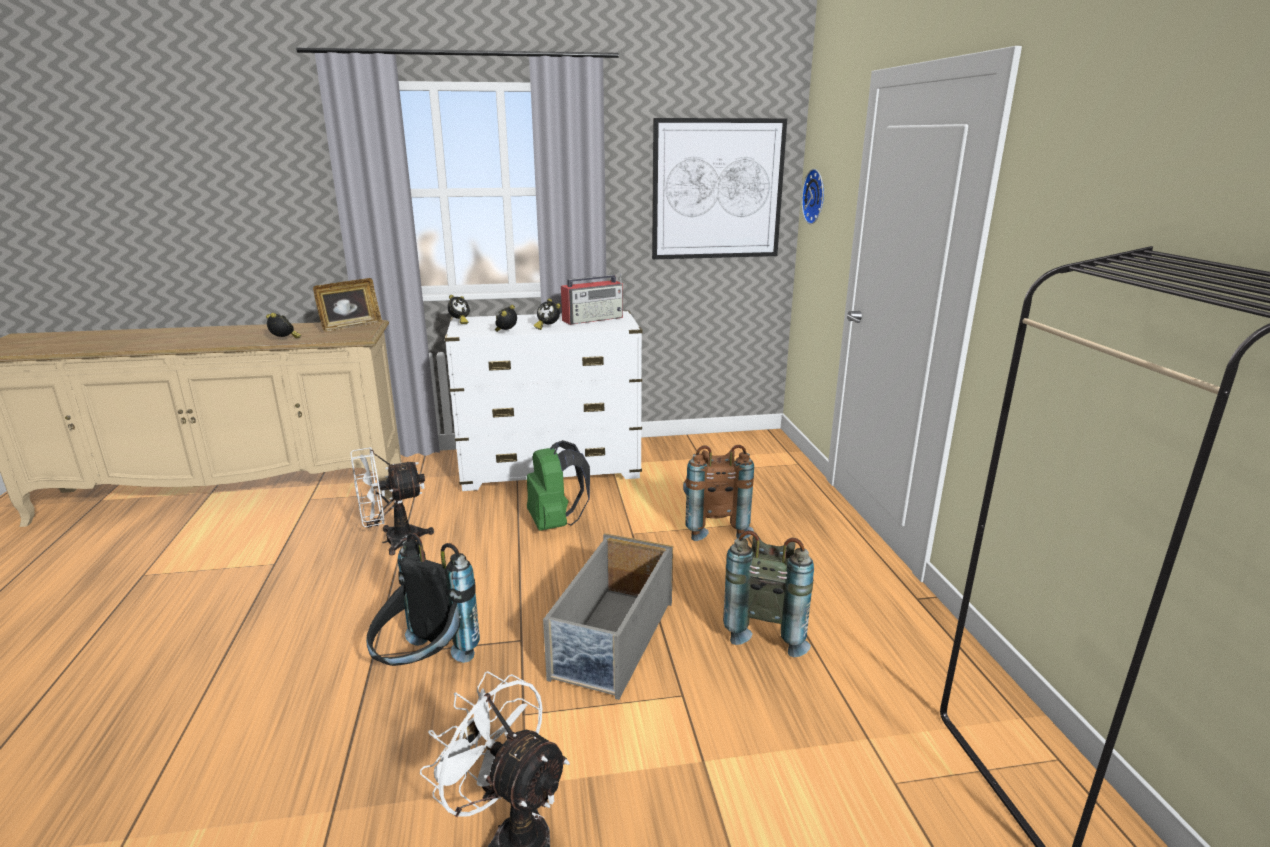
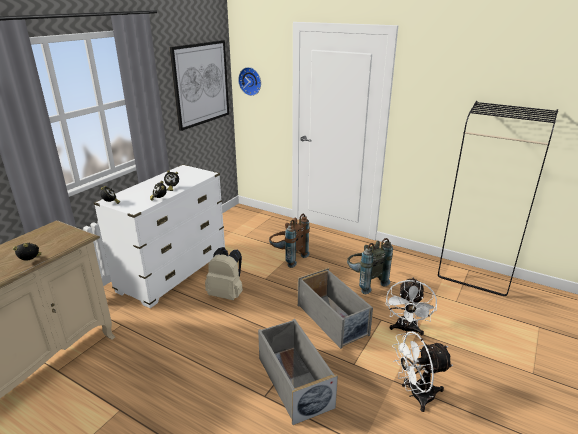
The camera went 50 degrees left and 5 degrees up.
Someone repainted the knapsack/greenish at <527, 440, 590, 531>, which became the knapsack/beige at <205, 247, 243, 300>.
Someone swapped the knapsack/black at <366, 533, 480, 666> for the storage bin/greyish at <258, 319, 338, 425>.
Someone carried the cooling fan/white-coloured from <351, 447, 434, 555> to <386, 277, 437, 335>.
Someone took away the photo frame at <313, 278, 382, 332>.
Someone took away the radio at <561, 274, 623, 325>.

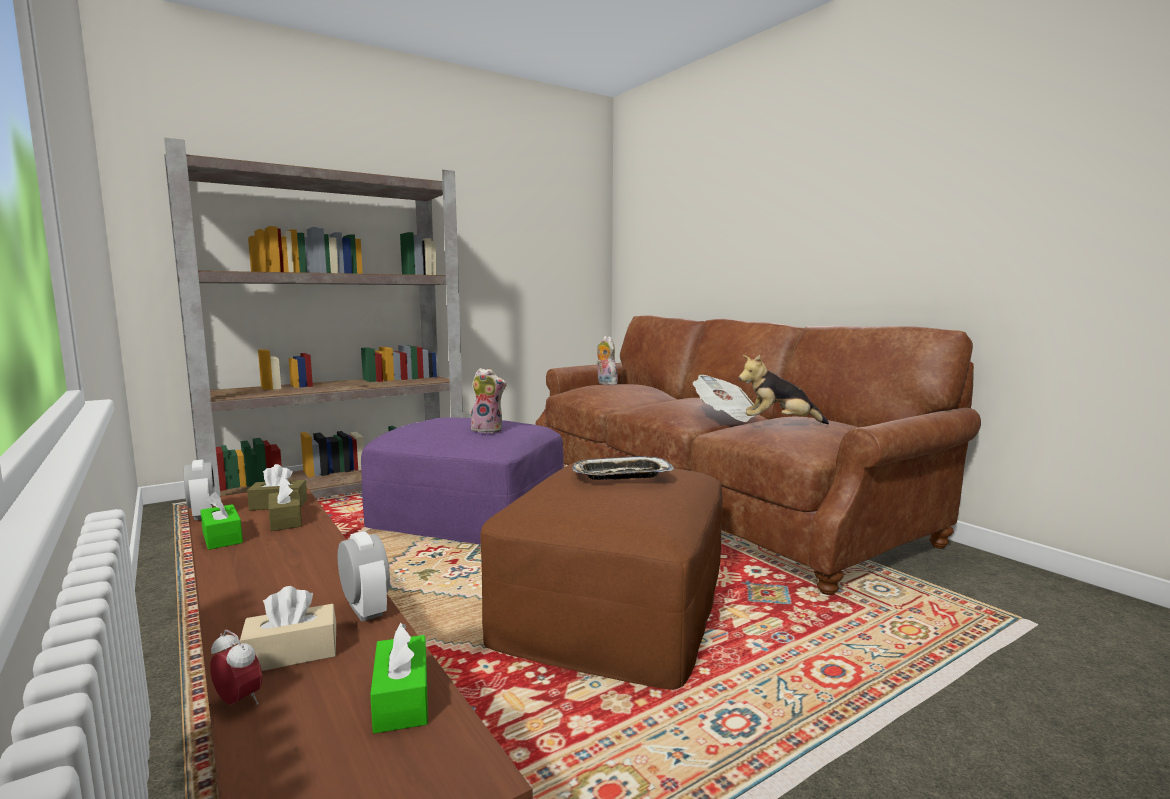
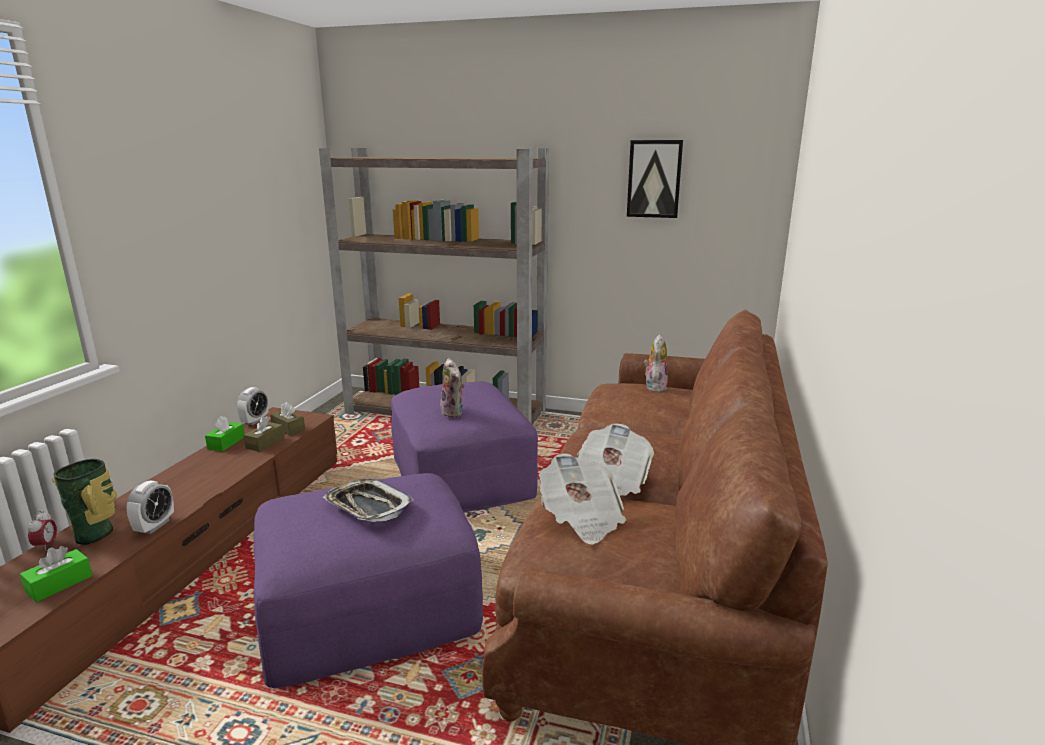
The camera went 50 degrees right and 10 degrees up.
Someone swapped the tissue box/beige at <240, 586, 336, 671> for the vase at <52, 459, 117, 545>.
Someone repainted the footrest/brownish at <480, 461, 723, 690>, which became the footrest/purplish at <253, 473, 483, 688>.
Someone swapped the plush toy at <739, 355, 829, 424> for the printed paper at <539, 453, 626, 545>.
Someone put up the picture at <627, 140, 683, 218>.

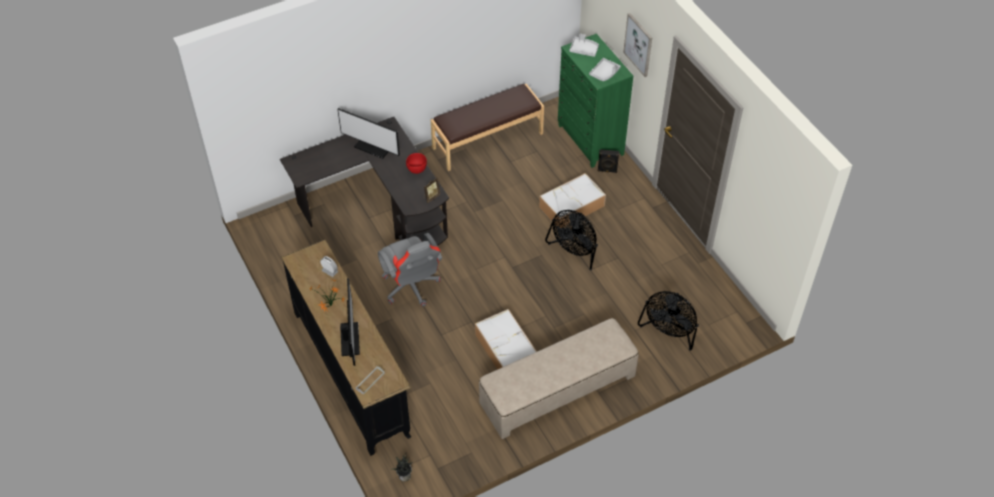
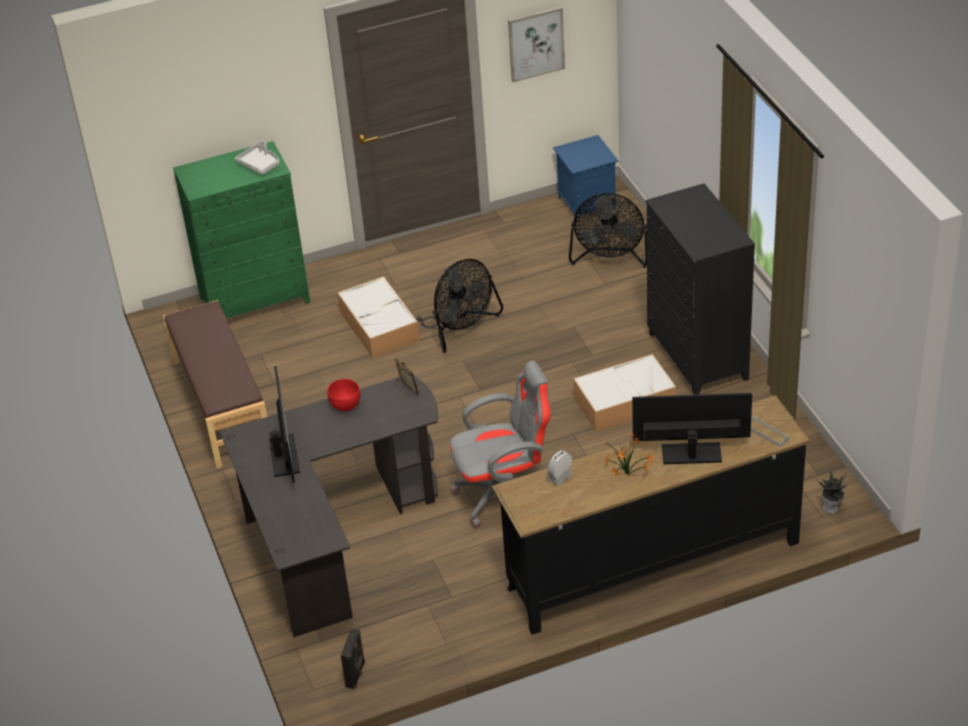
The camera went 80 degrees left and 10 degrees down.
Someone rotated the monitor at <337, 108, 400, 159> by 45 degrees counterclockwise.
Someone carried the loudspeaker/black from <598, 149, 619, 173> to <341, 629, 365, 689>.
Someone carried the picture from <623, 13, 652, 77> to <508, 6, 565, 82>.
Someone put down the nightstand/blue-coloured at <553, 135, 618, 219>.
Someone rotated the cooling fan/black at <638, 291, 699, 351> by 60 degrees clockwise.
Someone swapped the indoor bench/beige at <479, 318, 639, 439> for the chest of drawers/black at <646, 183, 755, 395>.
Someone took away the serving tray/greyish at <569, 34, 599, 57>.

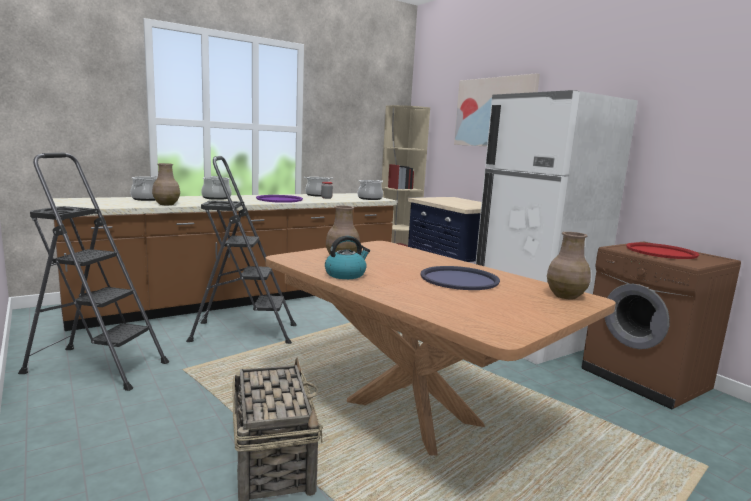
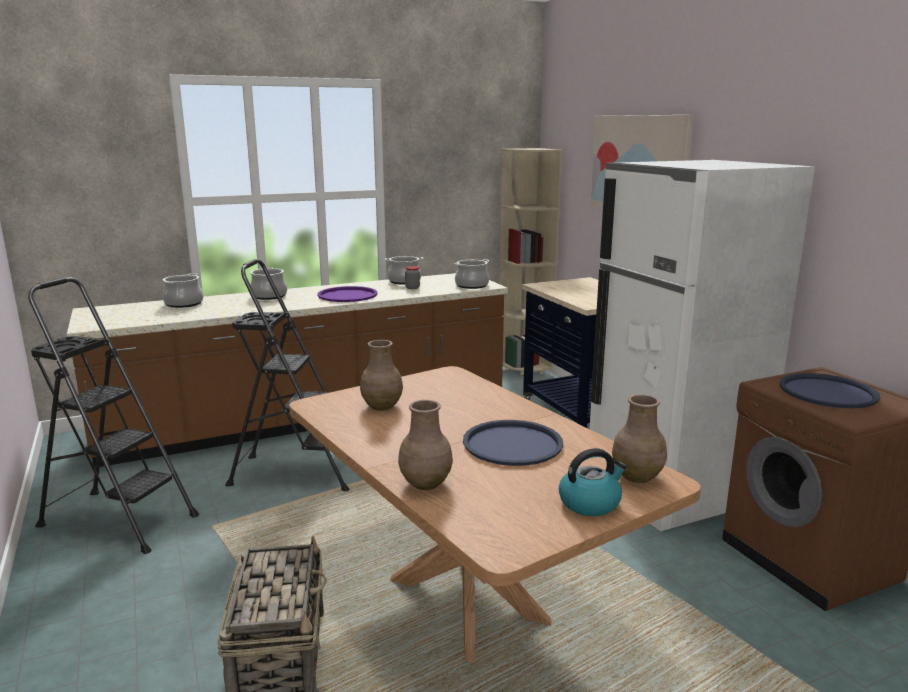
The camera went 10 degrees right and 5 degrees up.
Someone carried the vase/brownish from <152, 163, 180, 205> to <398, 400, 453, 490>.
Someone carried the kettle from <325, 236, 370, 279> to <559, 448, 627, 516>.
Someone repainted the serving tray/red at <626, 242, 699, 259>, which became the serving tray/blue-coloured at <780, 373, 880, 408>.

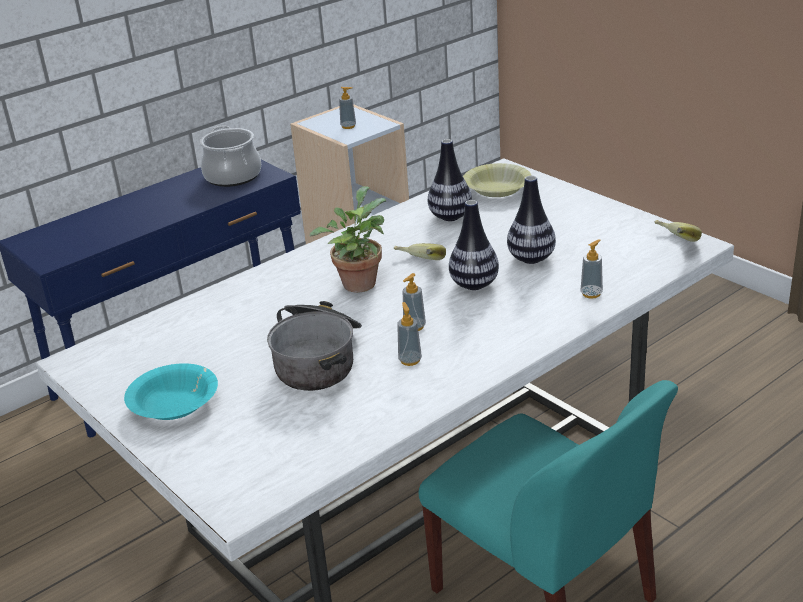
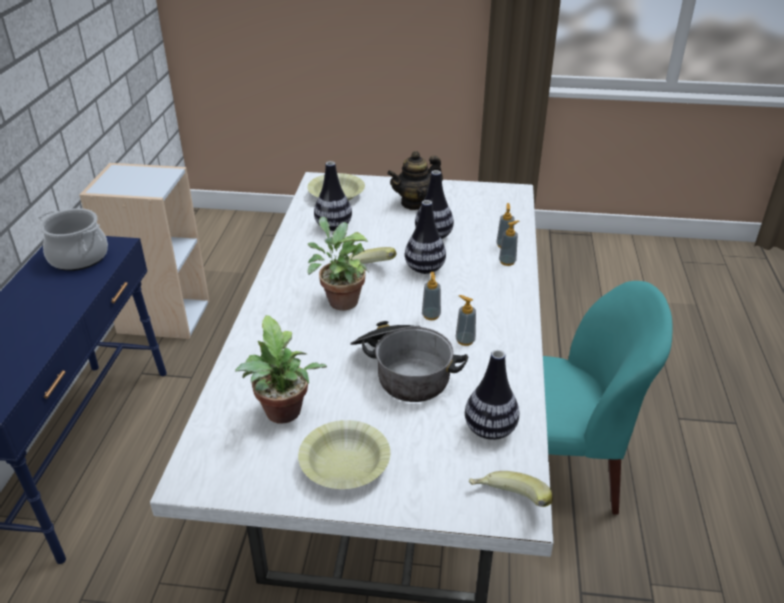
The camera went 45 degrees left and 5 degrees up.
Someone put down the houseplant at <235, 315, 327, 424>.
Someone repainted the bowl/turquoise-coloured at <124, 363, 218, 420>, which became the bowl/yellow-coloured at <298, 420, 390, 489>.
Someone put down the pot for tea at <387, 151, 443, 210>.
Someone put down the vase at <465, 350, 519, 440>.
Someone carried the banana from <654, 220, 702, 242> to <469, 471, 553, 507>.
Someone carried the liquid soap bottle from <339, 87, 356, 129> to <499, 220, 519, 266>.

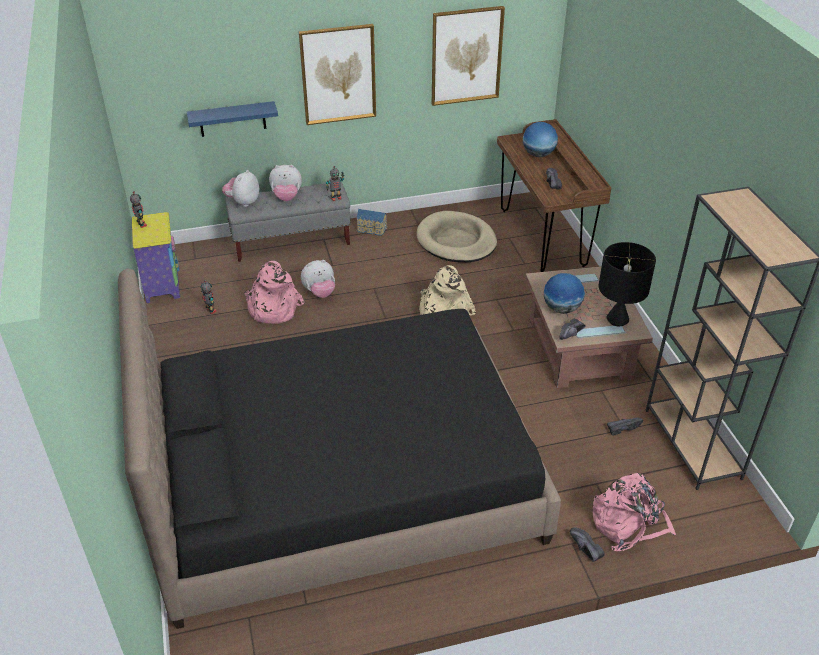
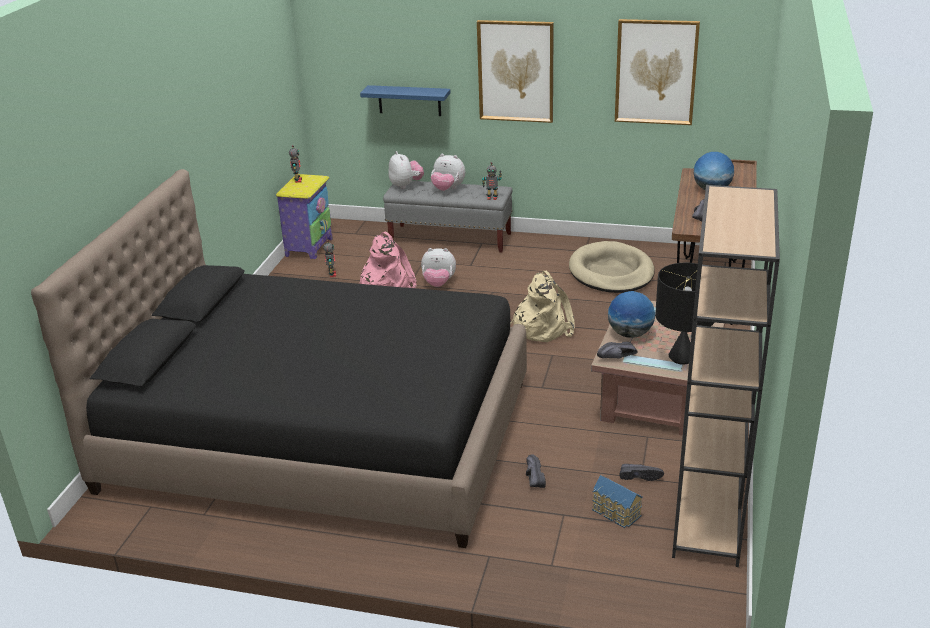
The camera went 30 degrees right and 10 degrees down.
Someone rotated the plush toy at <222, 170, 259, 207> by 105 degrees clockwise.
Someone carried the shoe/black from <570, 527, 605, 562> to <526, 454, 546, 488>.
Someone carried the toy house from <357, 209, 387, 236> to <592, 475, 643, 528>.
Someone took away the knapsack/pink-coloured at <593, 473, 676, 551>.

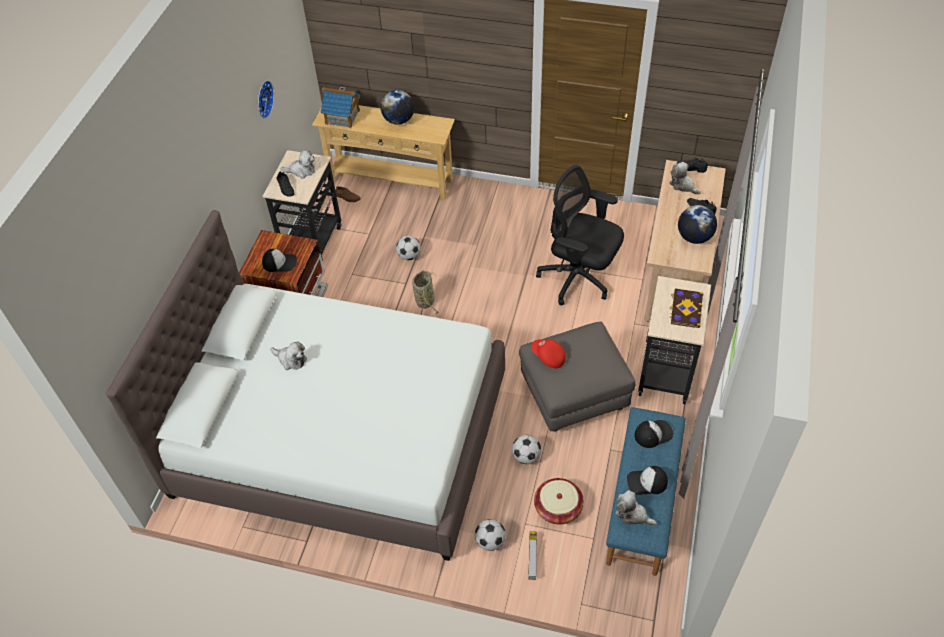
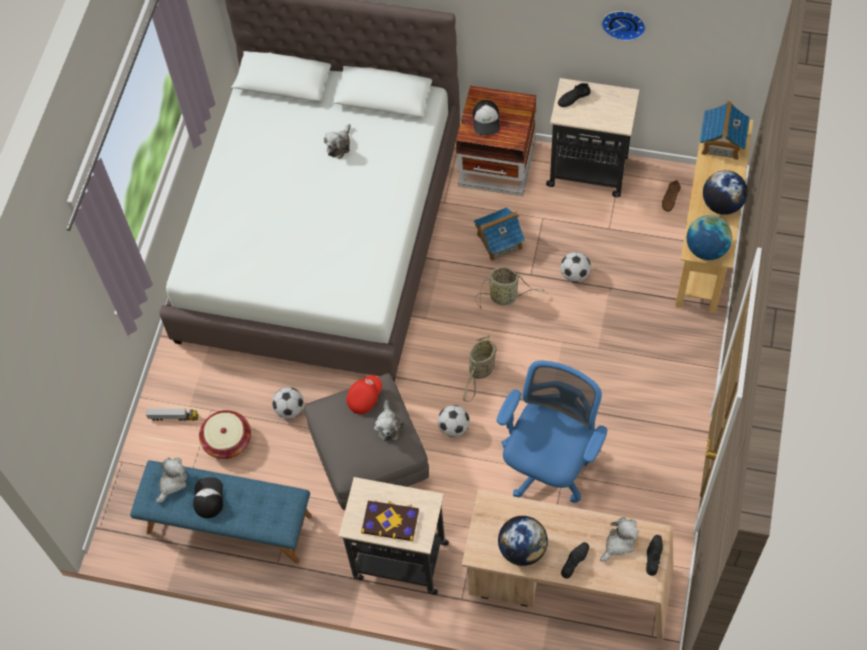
The camera went 90 degrees right and 10 degrees up.
Someone carried the plush toy from <281, 150, 315, 179> to <374, 400, 404, 441>.
Someone carried the football from <475, 519, 506, 551> to <438, 405, 470, 437>.
Someone put down the basket at <463, 335, 497, 402>.
Someone put down the toy house at <474, 207, 525, 261>.
Someone repainted the computer chair/black at <536, 165, 624, 305>, which became the computer chair/blue-coloured at <497, 361, 608, 503>.
Someone put down the desk globe at <687, 215, 732, 260>.
Someone took away the baseball cap at <634, 420, 673, 448>.

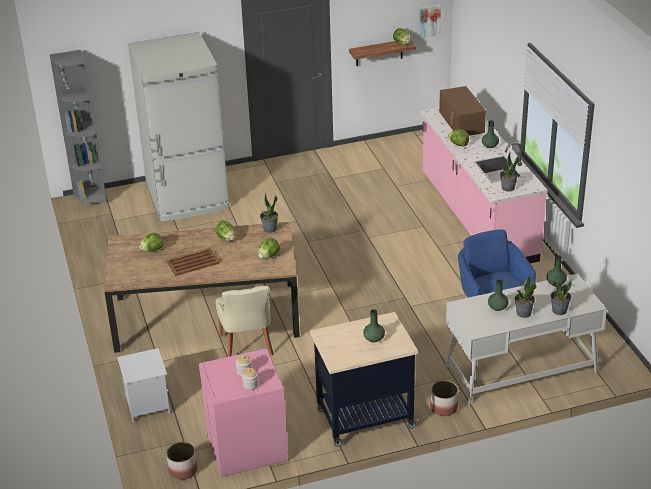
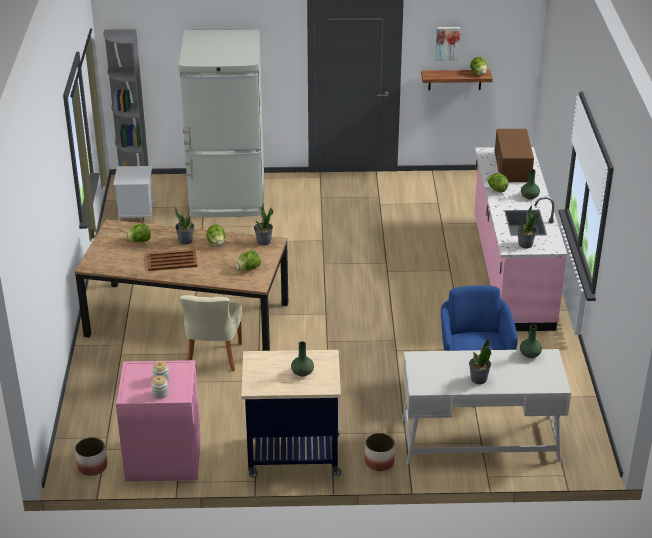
The camera went 15 degrees right and 0 degrees up.
Someone carried the nightstand/greyish from <117, 348, 170, 422> to <113, 166, 154, 222>.
Someone carried the houseplant from <551, 279, 572, 315> to <175, 207, 194, 245>.
Someone carried the picture from <419, 4, 441, 39> to <435, 27, 461, 61>.
Someone took away the vase/greenish at <488, 279, 509, 311>.

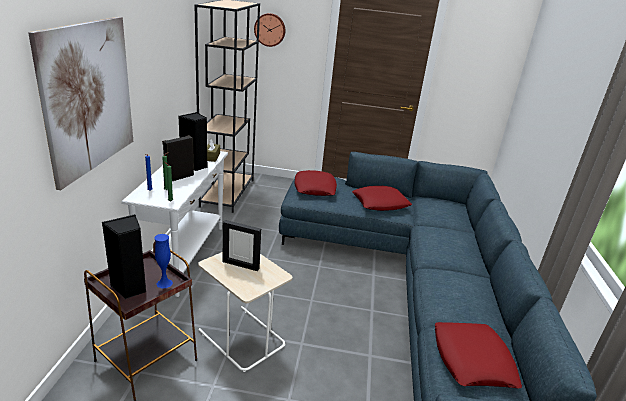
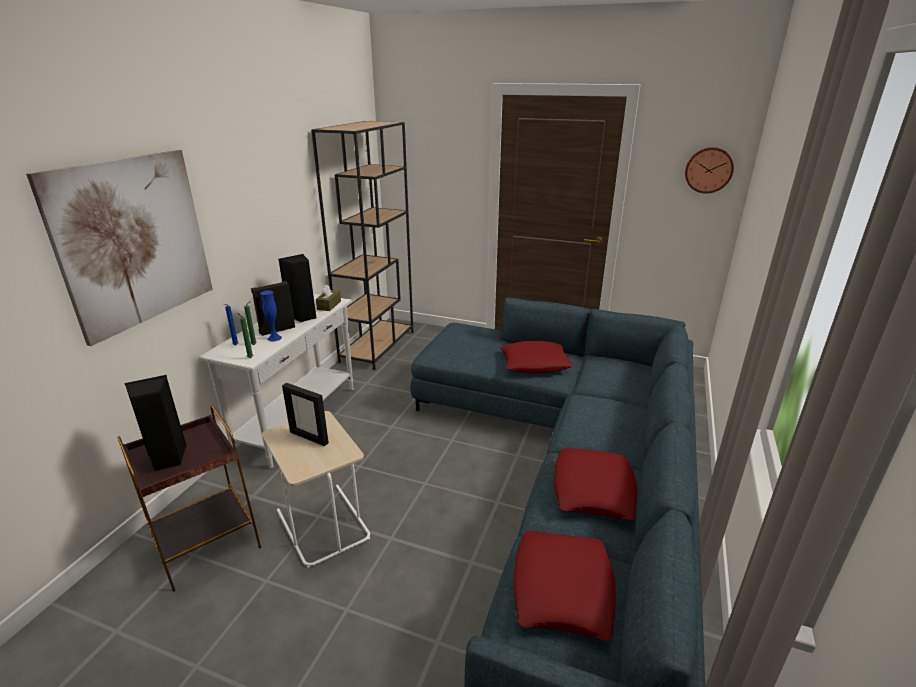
The camera went 15 degrees right and 0 degrees up.
Someone carried the vase/blue-coloured from <154, 234, 173, 289> to <260, 290, 282, 341>.
Someone carried the throw pillow/red from <295, 170, 337, 196> to <554, 448, 637, 520>.
Someone carried the wall clock from <254, 13, 285, 47> to <685, 147, 734, 194>.

